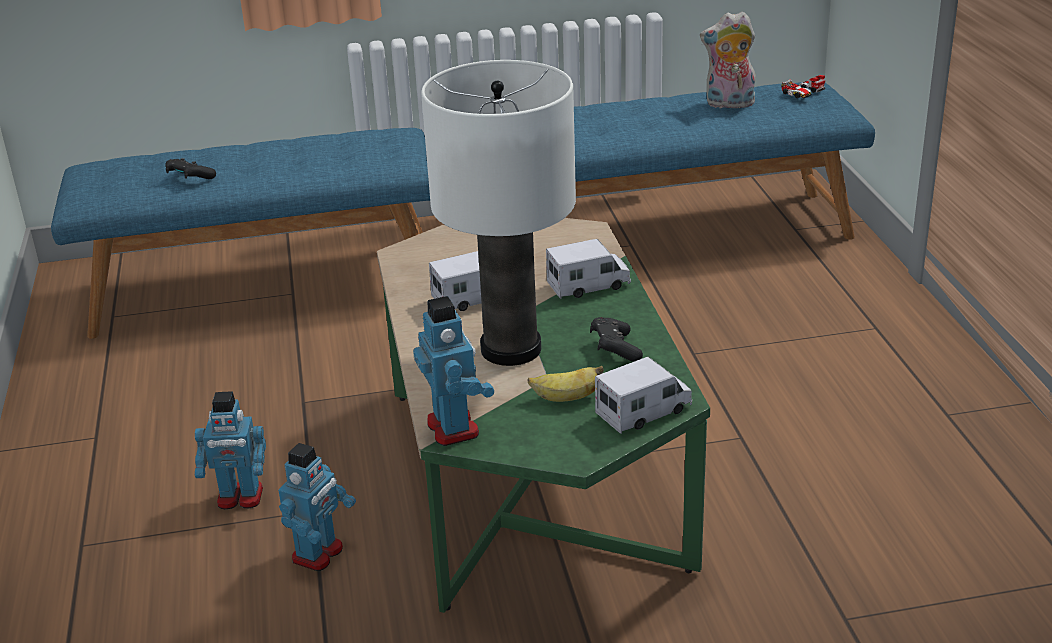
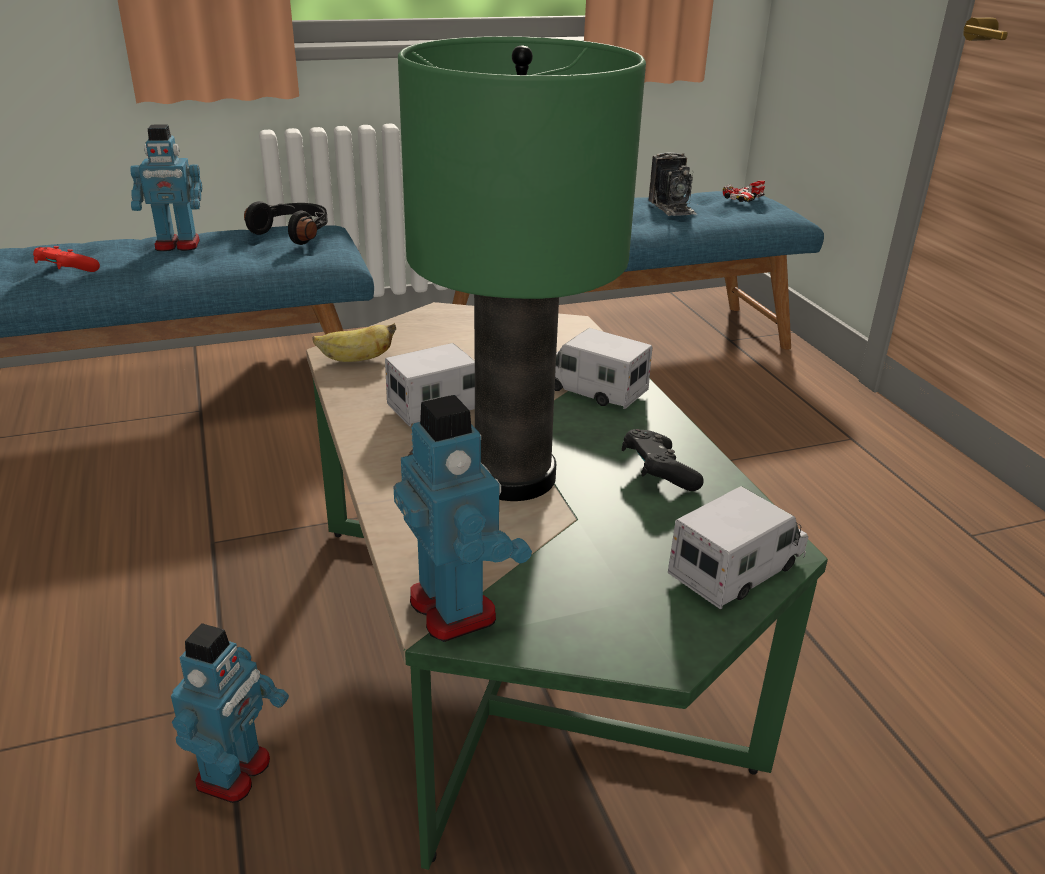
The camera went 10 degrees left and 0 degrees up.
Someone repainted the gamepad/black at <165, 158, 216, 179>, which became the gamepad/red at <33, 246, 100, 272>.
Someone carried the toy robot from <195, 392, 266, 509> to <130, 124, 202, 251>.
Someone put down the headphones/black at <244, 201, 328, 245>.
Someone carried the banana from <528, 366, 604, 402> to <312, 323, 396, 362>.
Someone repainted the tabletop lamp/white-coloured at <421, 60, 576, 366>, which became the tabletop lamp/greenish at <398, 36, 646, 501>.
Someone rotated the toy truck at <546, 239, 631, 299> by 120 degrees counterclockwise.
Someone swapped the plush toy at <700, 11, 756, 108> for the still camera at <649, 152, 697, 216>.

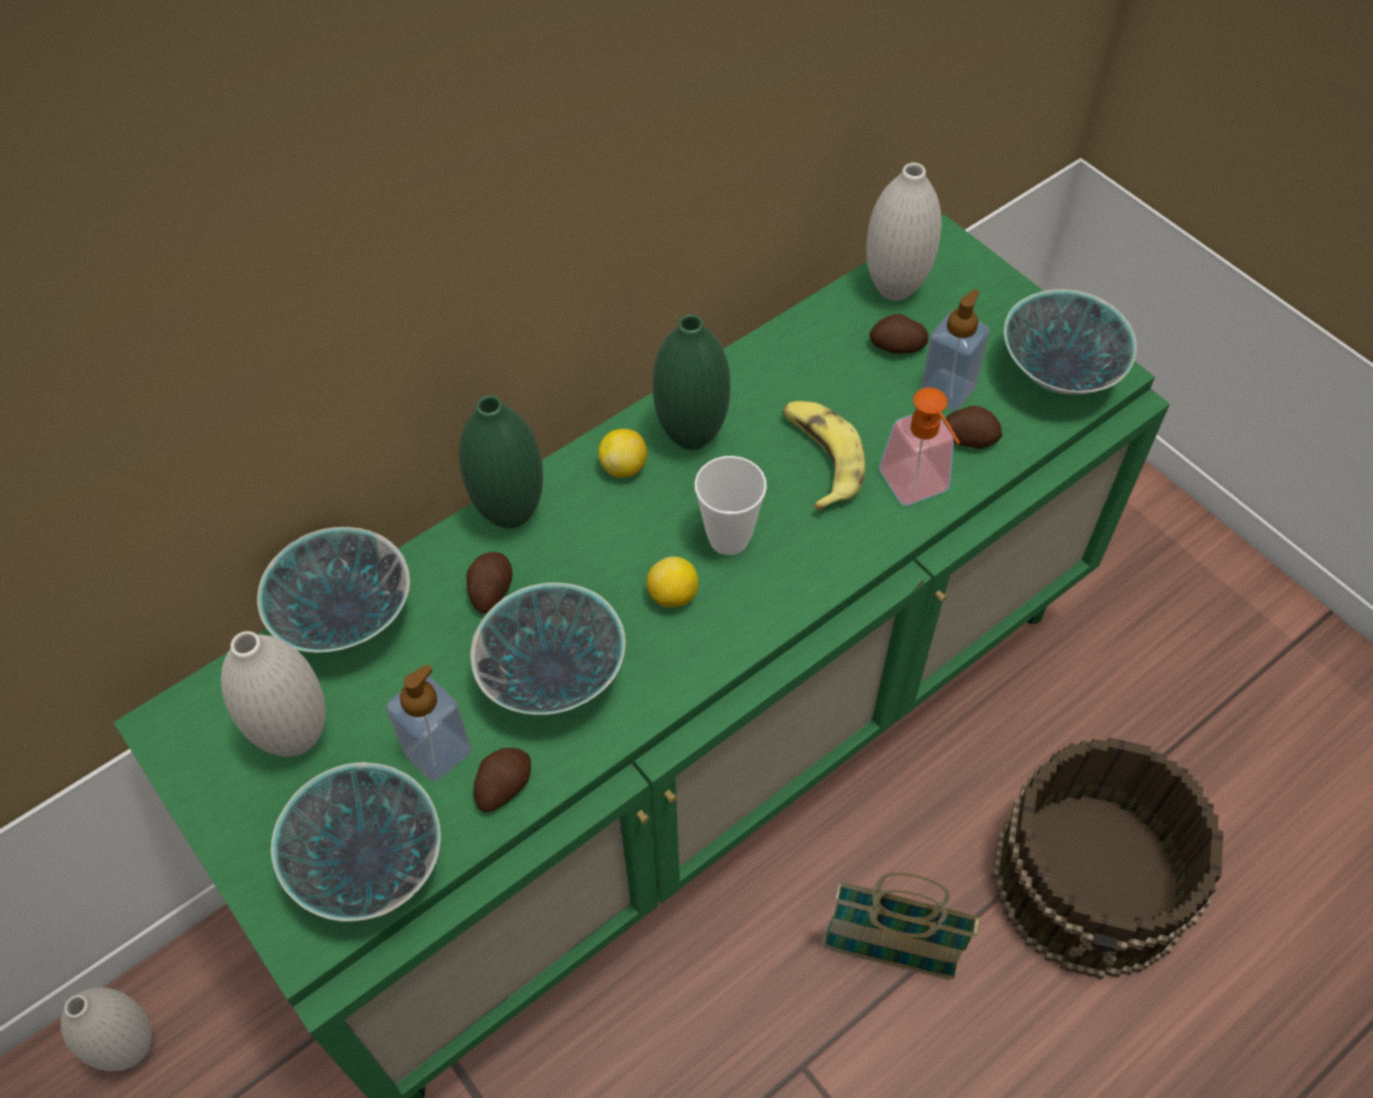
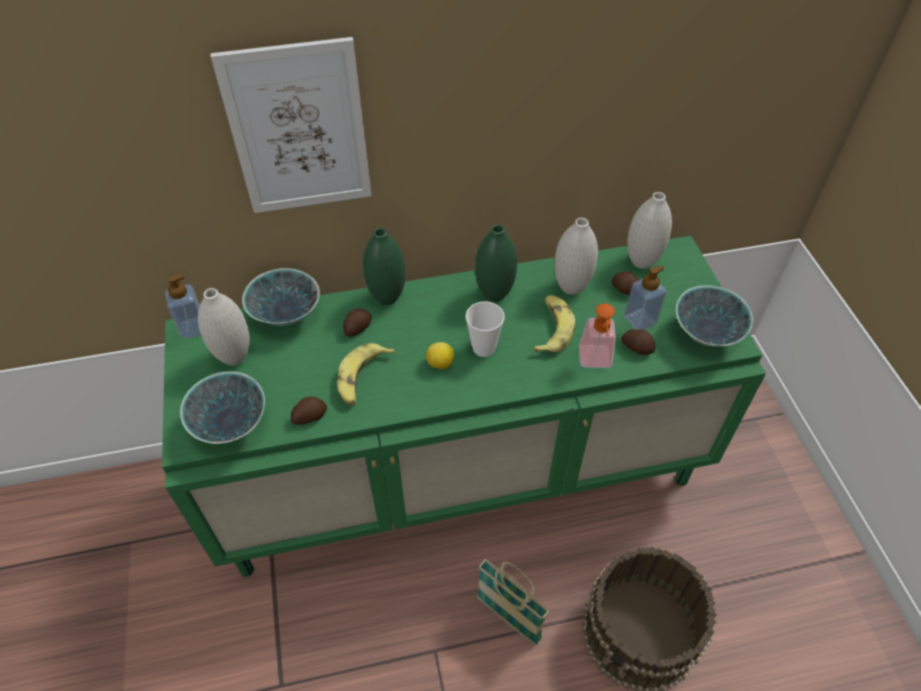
The camera went 25 degrees right and 5 degrees down.
Someone carried the liquid soap bottle from <385, 664, 472, 782> to <165, 275, 201, 339>.
Someone put up the picture at <211, 37, 372, 213>.
Someone swapped the bowl at <470, 583, 626, 715> for the banana at <337, 343, 395, 406>.
Someone carried the vase/white-coloured from <61, 987, 152, 1071> to <555, 218, 598, 295>.
Someone took away the lemon at <598, 429, 648, 478>.

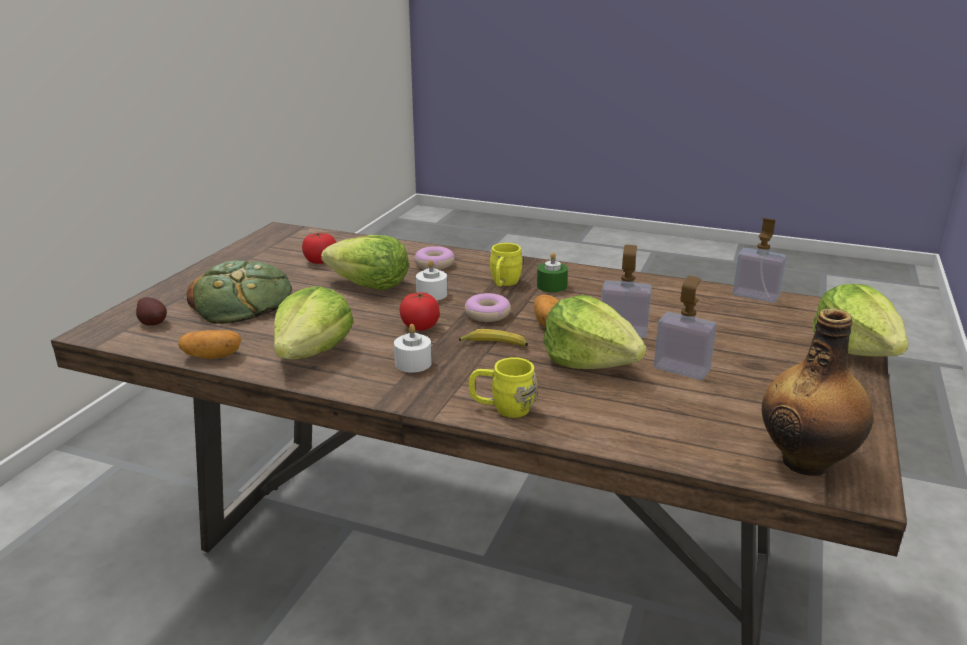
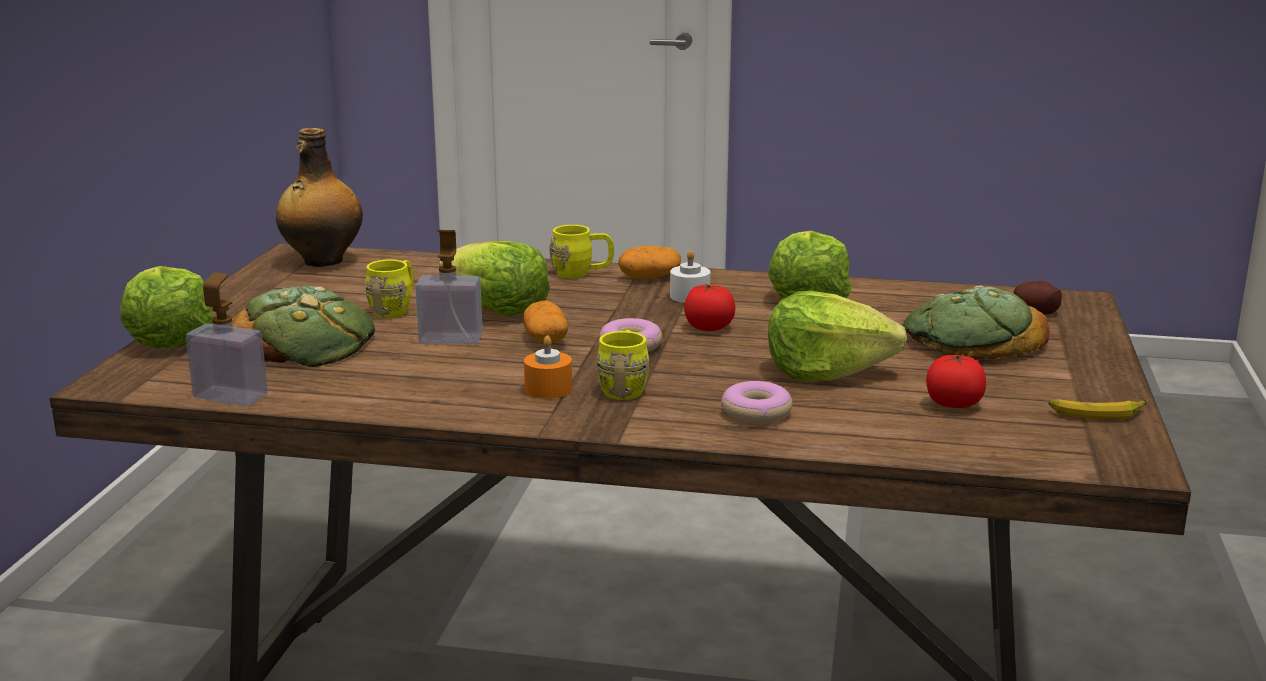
The camera went 170 degrees right and 5 degrees down.
Someone put down the baked bread at <232, 286, 375, 367>.
Someone swapped the liquid soap bottle at <654, 276, 717, 380> for the mug/yellow-coloured at <365, 259, 414, 318>.
Someone repainted the wax candle/greenish at <537, 252, 568, 292>, which became the wax candle/orangey at <524, 335, 572, 399>.
Someone carried the whole potato from <178, 330, 242, 359> to <618, 246, 681, 279>.
Someone carried the banana from <459, 329, 528, 347> to <1049, 399, 1146, 419>.
Someone took away the wax candle/white-coloured at <416, 260, 447, 300>.

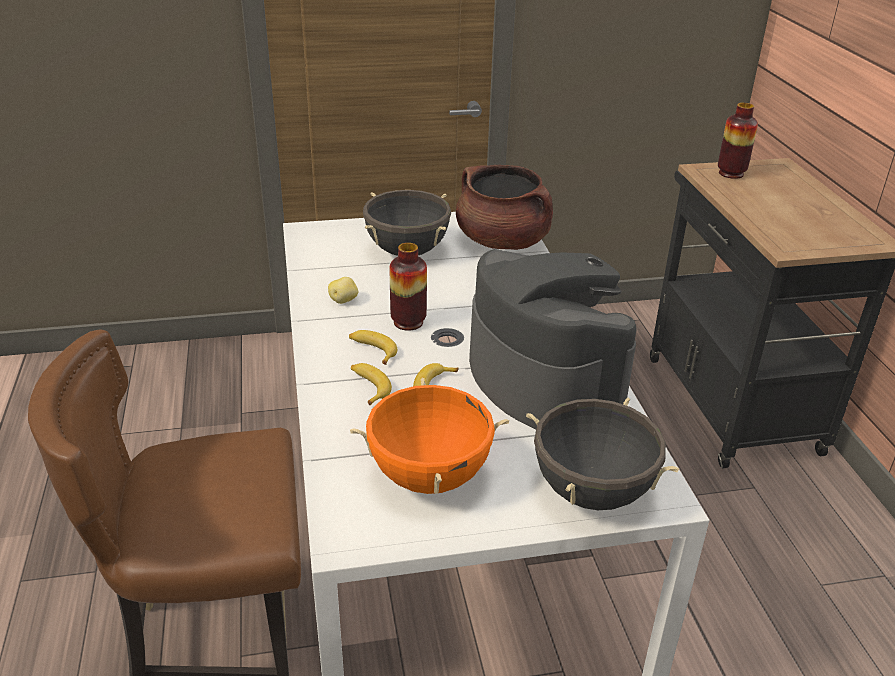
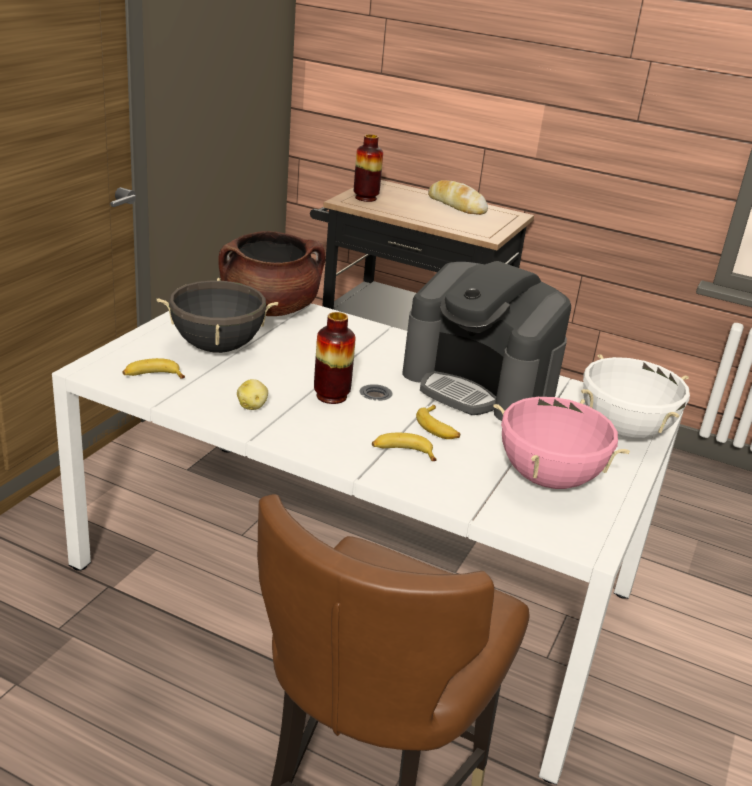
The camera went 55 degrees left and 5 degrees down.
Someone carried the banana from <349, 330, 397, 365> to <122, 358, 185, 379>.
Someone rotated the coffee maker at <469, 249, 637, 429> by 150 degrees counterclockwise.
Someone put down the baked bread at <428, 180, 488, 215>.
Someone repainted the saucepot/orangey at <350, 377, 509, 494>, which became the saucepot/pink-coloured at <493, 397, 630, 489>.
Someone repainted the saucepot/black at <526, 397, 679, 510>, which became the saucepot/white-coloured at <581, 354, 690, 439>.

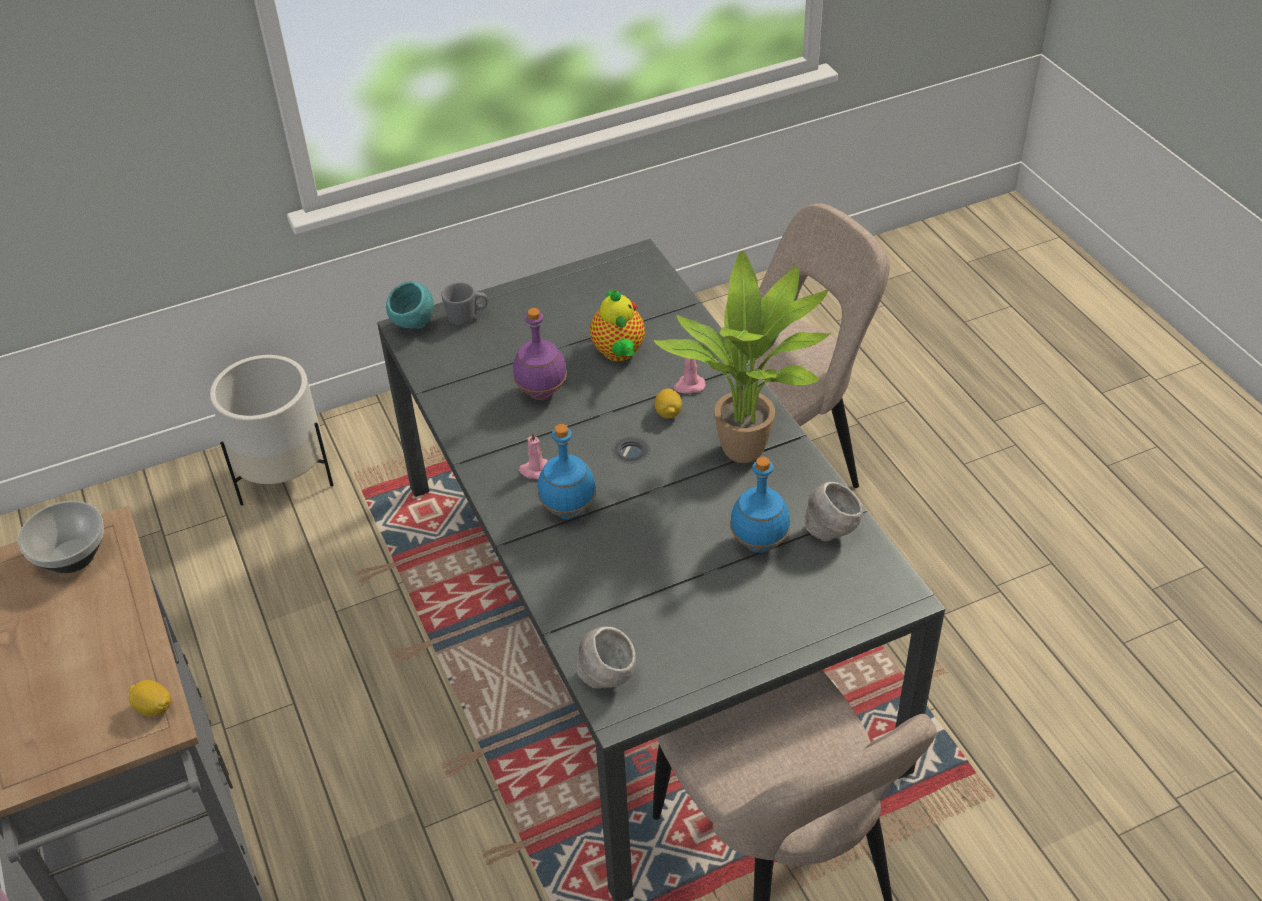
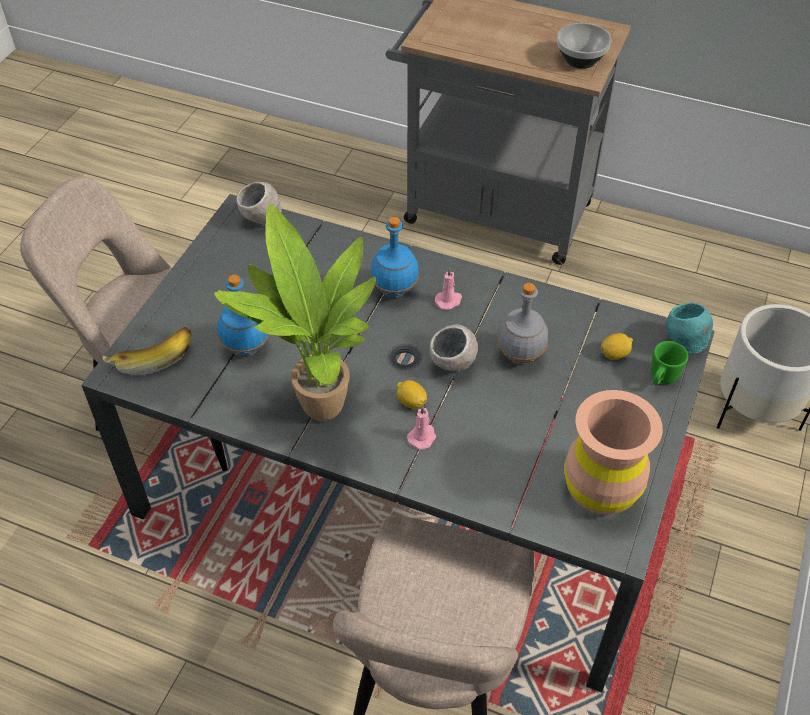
The camera went 135 degrees right and 5 degrees up.
Someone put down the banana at <103, 327, 192, 375>.
Someone carried the bowl/greyish from <803, 482, 862, 542> to <429, 324, 478, 371>.
Someone repainted the bottle/purplish at <513, 308, 567, 400>, which became the bottle/greyish at <497, 283, 548, 364>.
Someone put down the vase/brownish at <564, 390, 663, 514>.
Someone carried the lemon from <128, 680, 171, 717> to <601, 333, 633, 359>.
Someone repainted the mug/greyish at <441, 282, 488, 325>, which became the mug/greenish at <651, 341, 688, 386>.
Someone took away the pot for tea at <590, 289, 645, 361>.

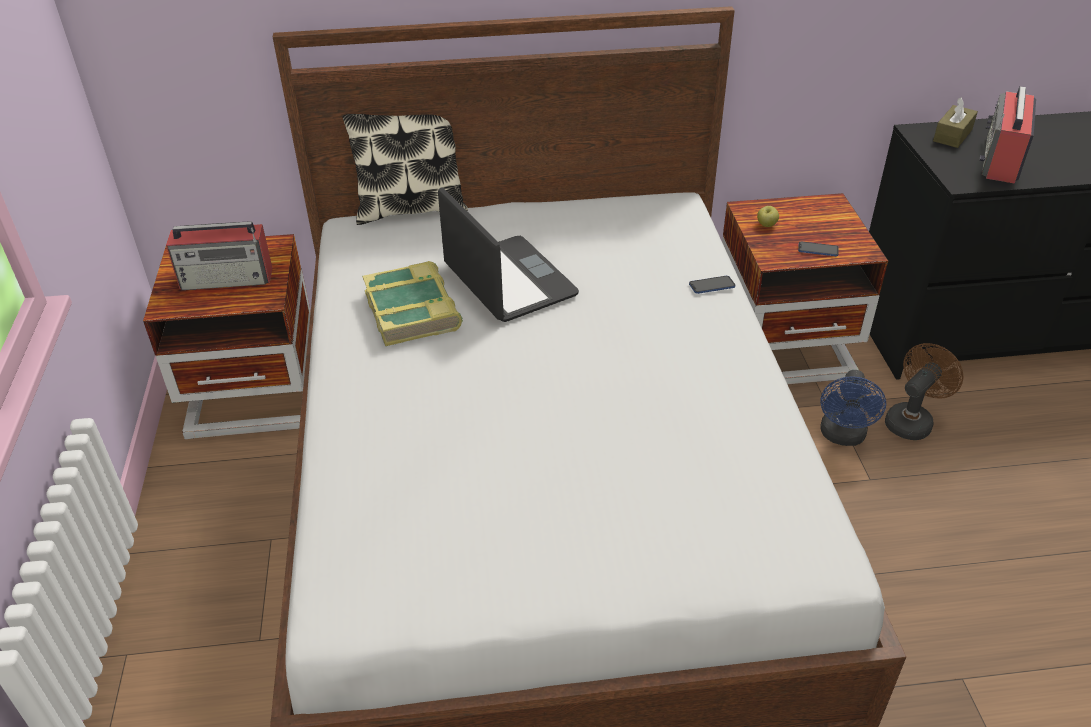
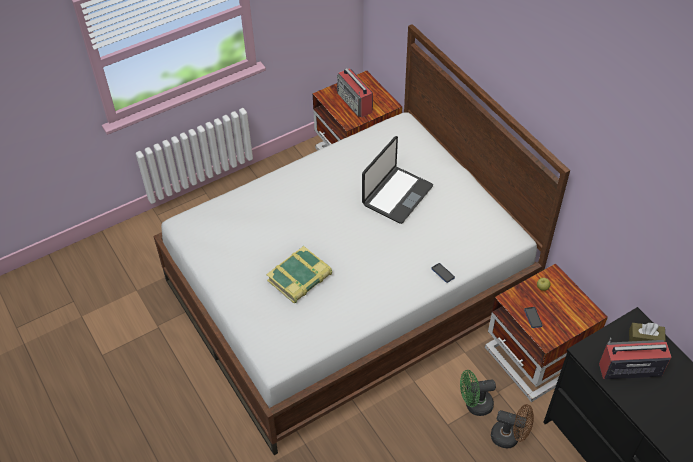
The camera went 65 degrees right and 10 degrees up.
Someone carried the bound book from <362, 261, 463, 346> to <266, 246, 332, 303>.
Someone repainted the cooling fan/blue-coloured at <820, 370, 886, 446>, which became the cooling fan/greenish at <460, 370, 496, 416>.
Someone took away the throw pillow at <342, 114, 468, 225>.

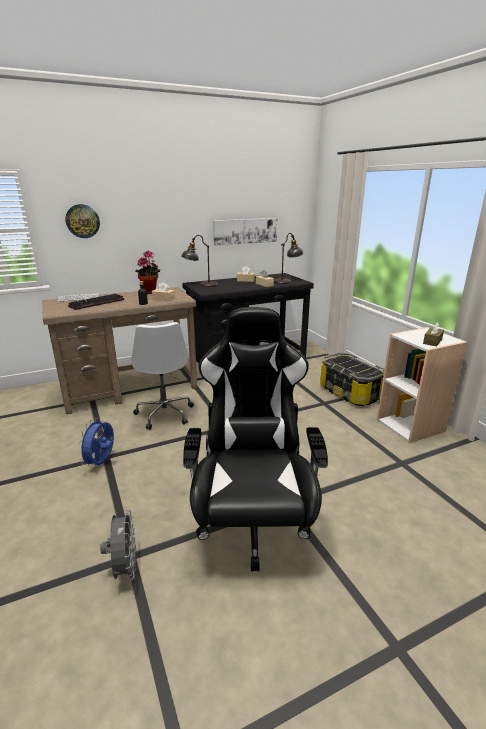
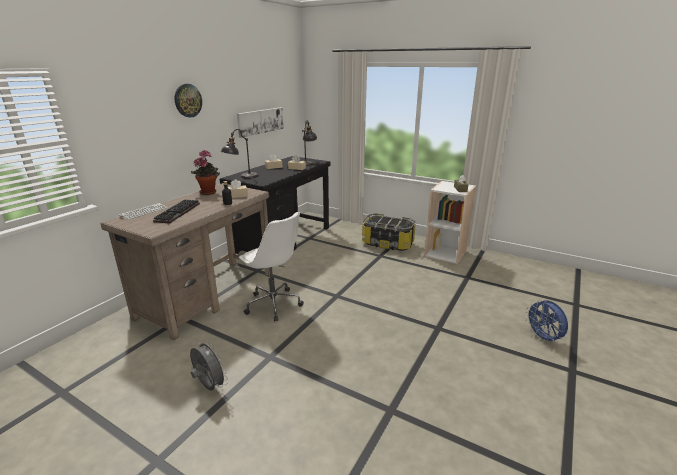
The camera went 35 degrees left and 0 degrees up.
Someone carried the wall clock from <65, 204, 100, 238> to <174, 84, 202, 117>.
Someone carried the cooling fan/greyish from <100, 510, 136, 581> to <190, 339, 228, 391>.
Someone carried the cooling fan/blue-coloured from <77, 418, 114, 467> to <525, 299, 568, 344>.
Someone took away the computer chair/black at <183, 307, 328, 571>.

